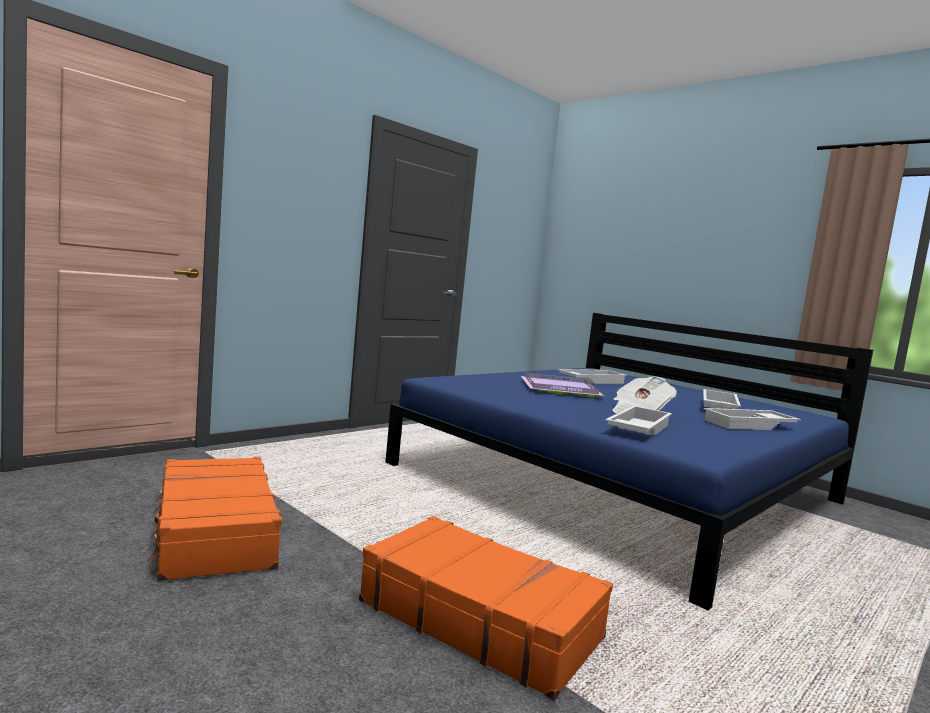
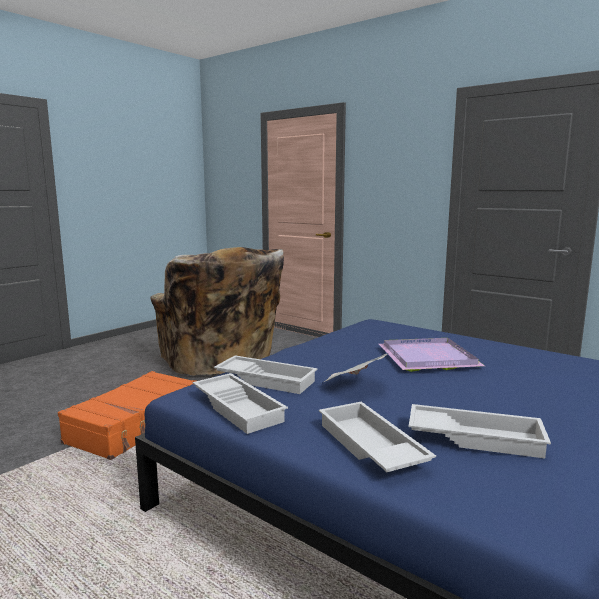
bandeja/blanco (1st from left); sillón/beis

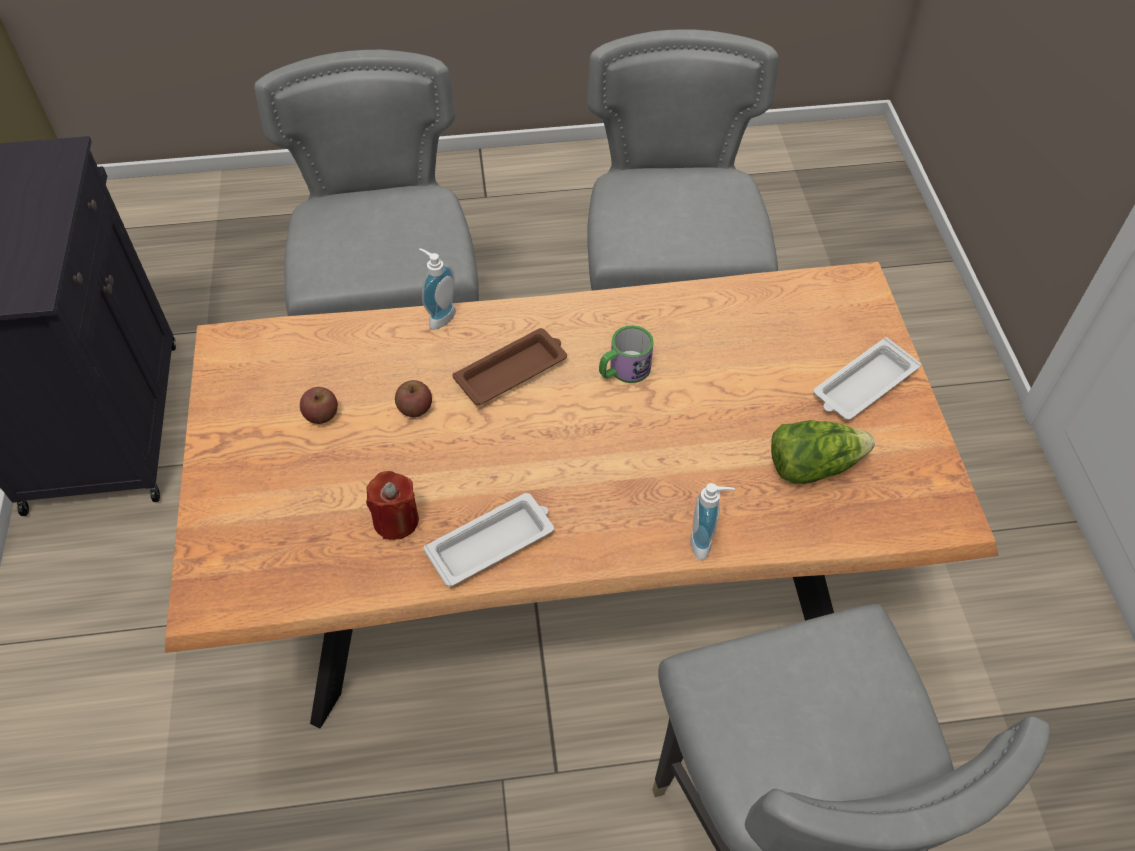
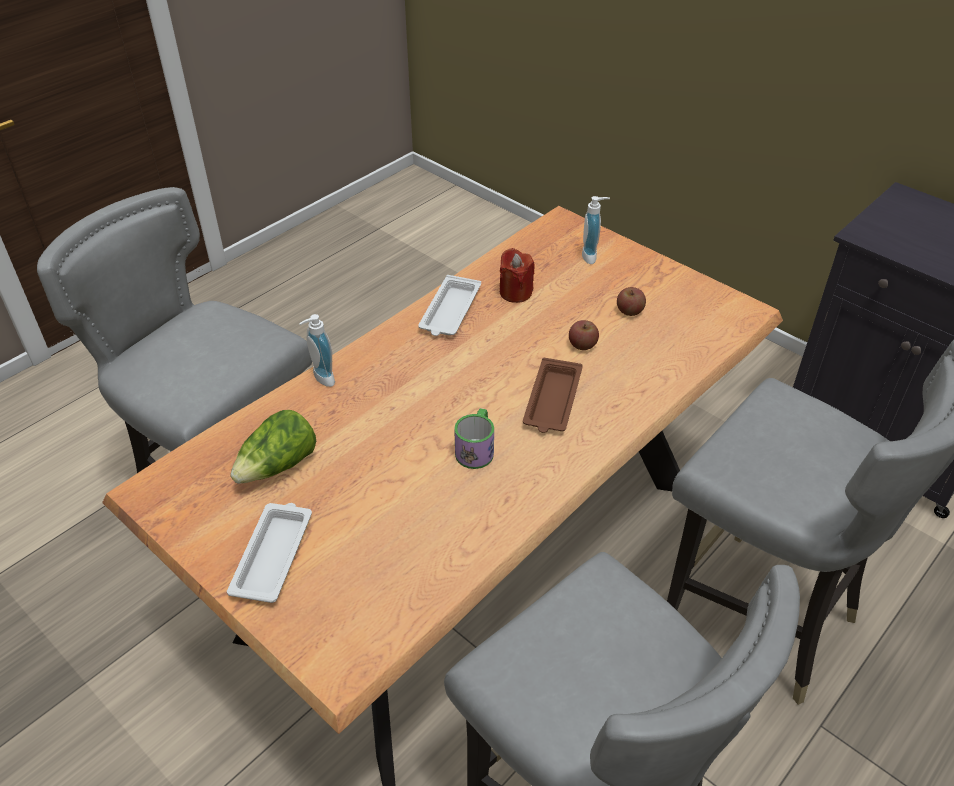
dispensador de jabón (2nd from left)

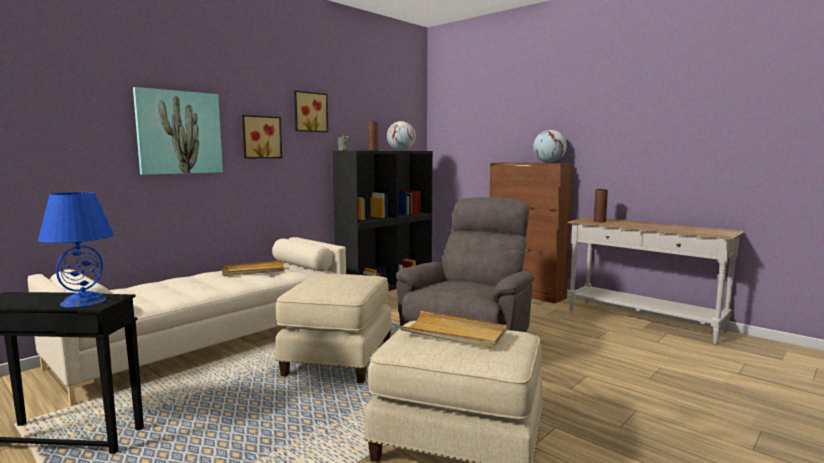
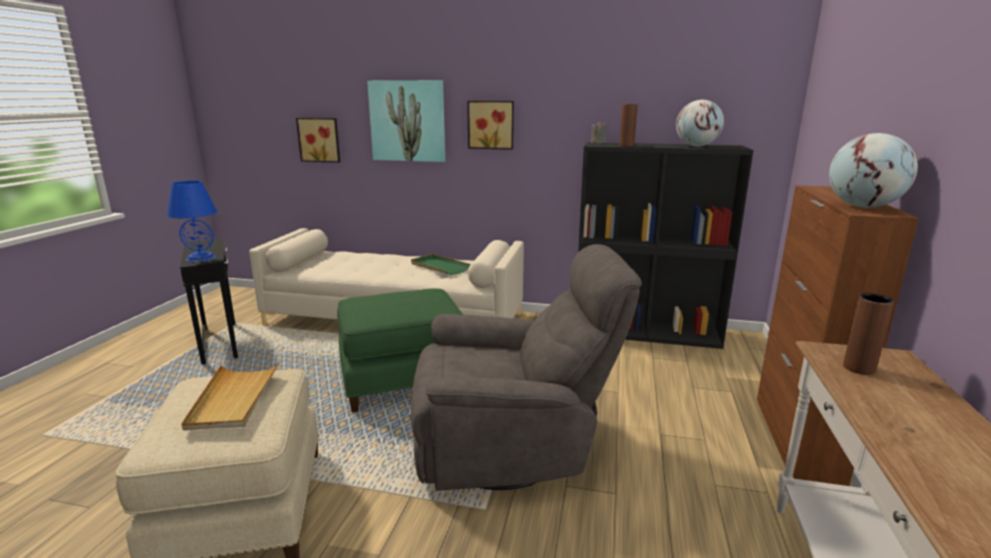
cuadro (1st from left); bandeja/verde; puf/verde

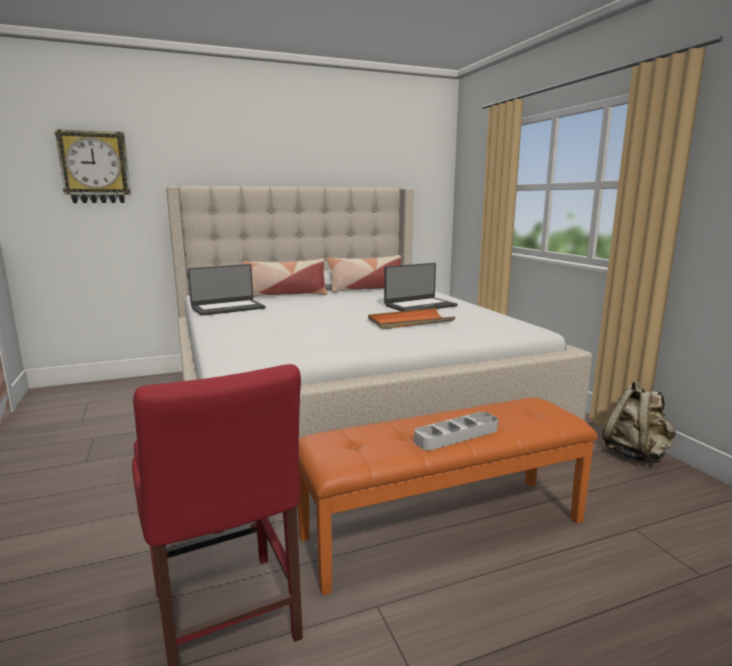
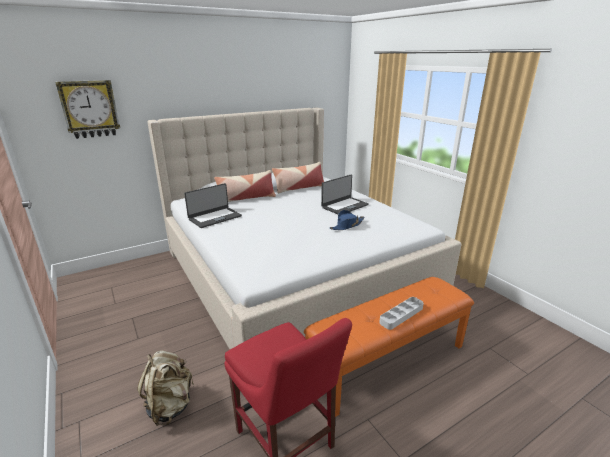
sombrero/azul; mochila/beis

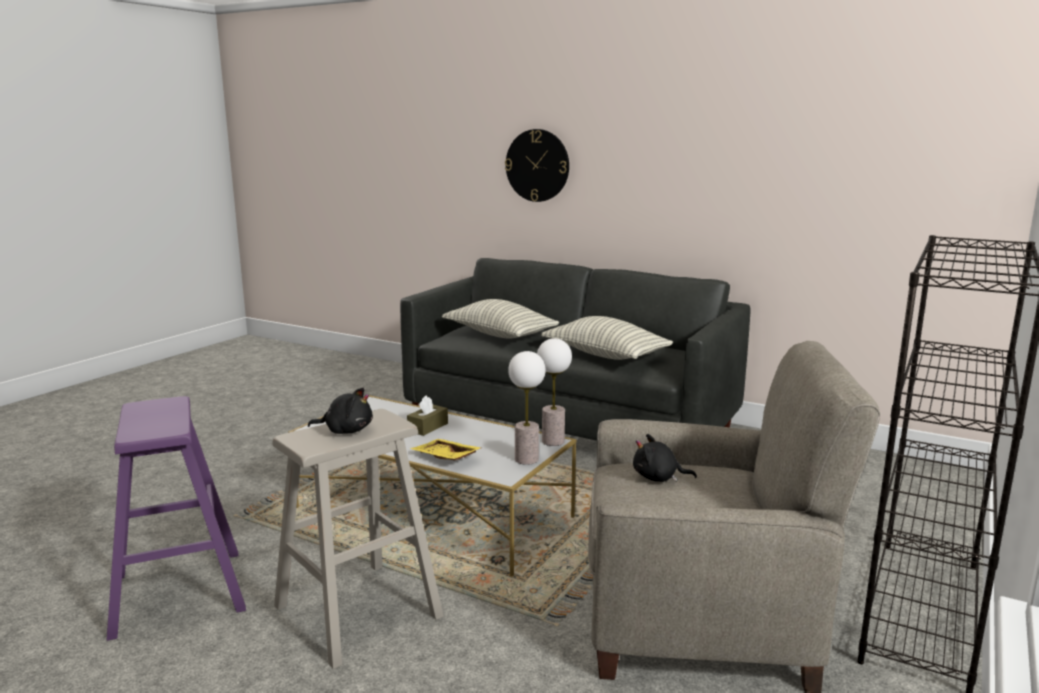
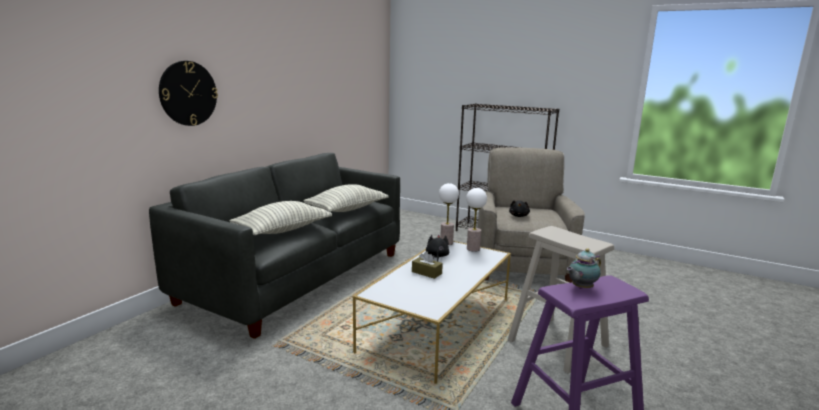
peluche/negro (1st from left); bandeja/amarillo; tetera

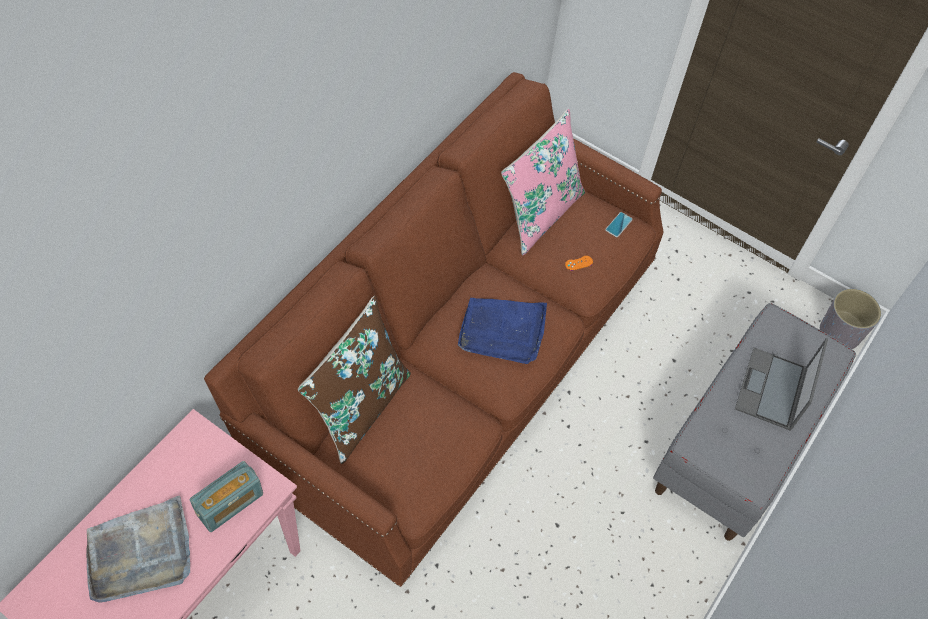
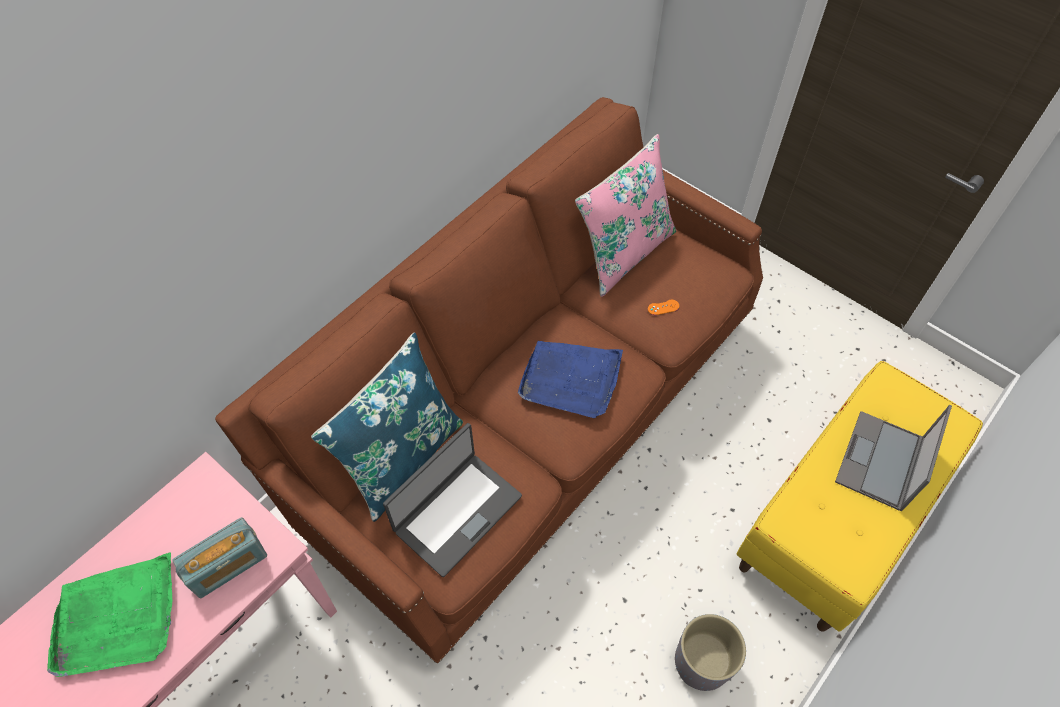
móvil; maceta/gris; cojín/azul; banco/amarillo; bandeja/verde; portátil (1st from left)

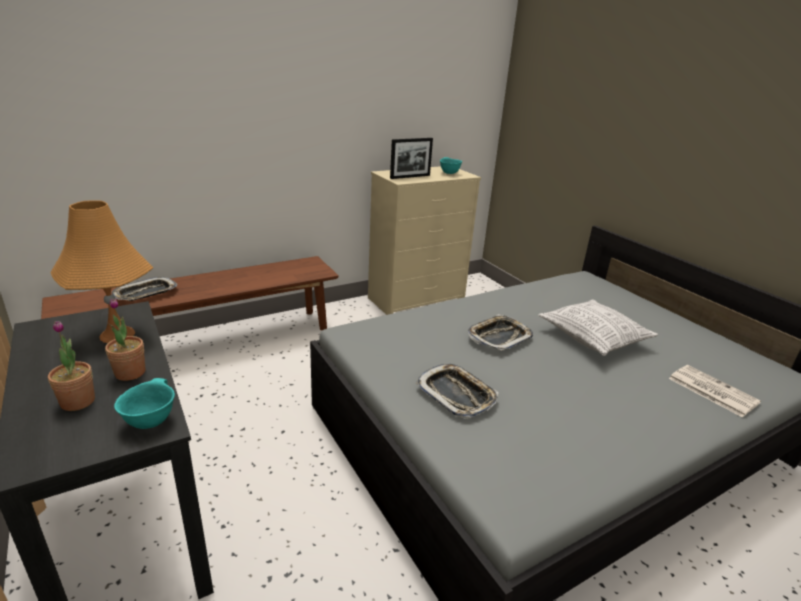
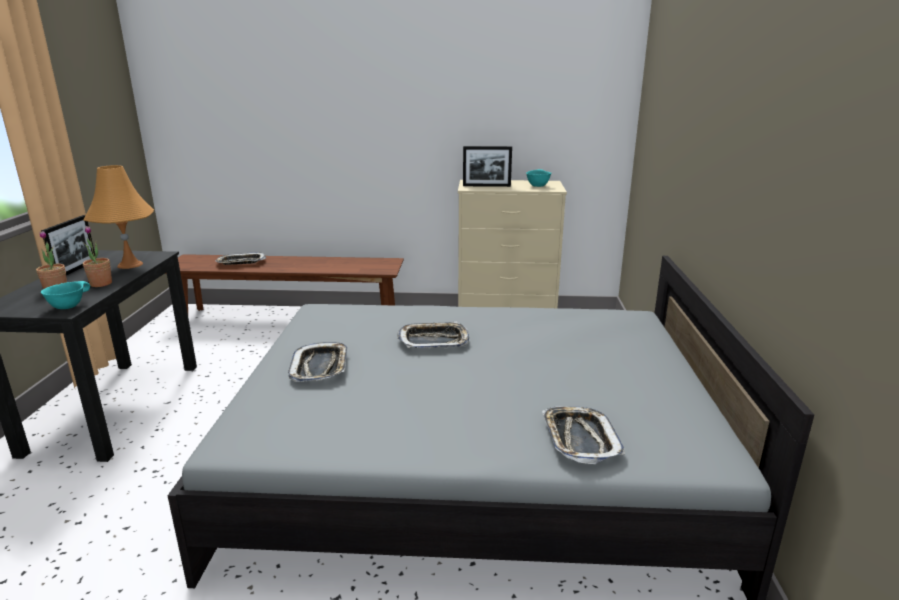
cojín; bandeja (4th from left); portarretratos (1st from left)

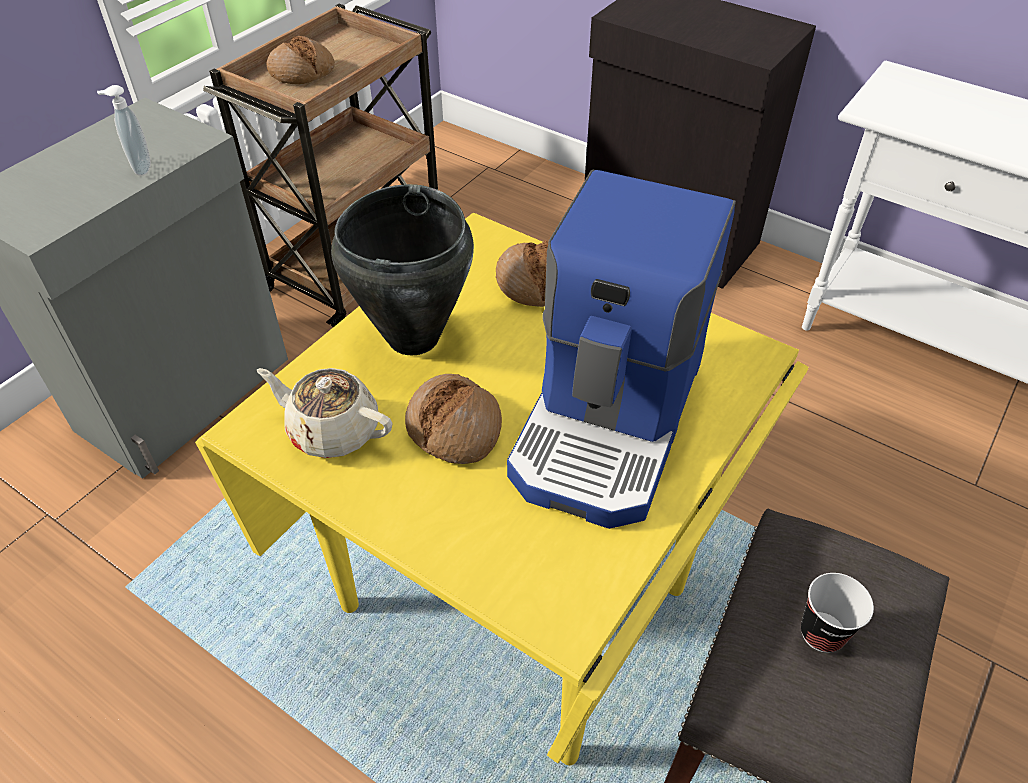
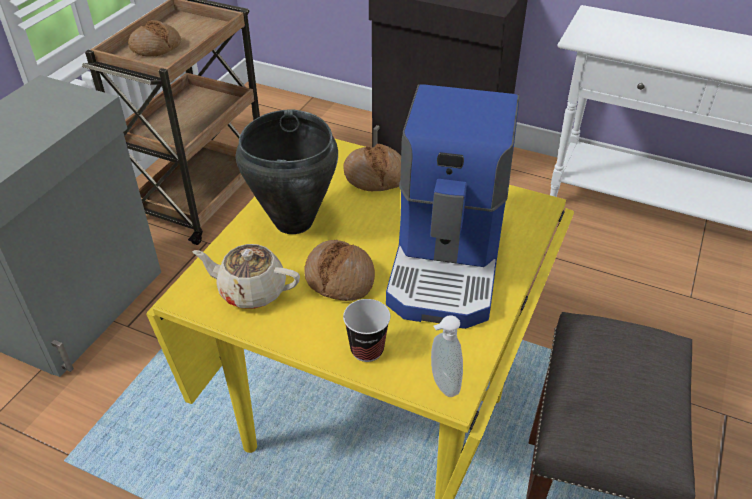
dispensador de jabón; taza

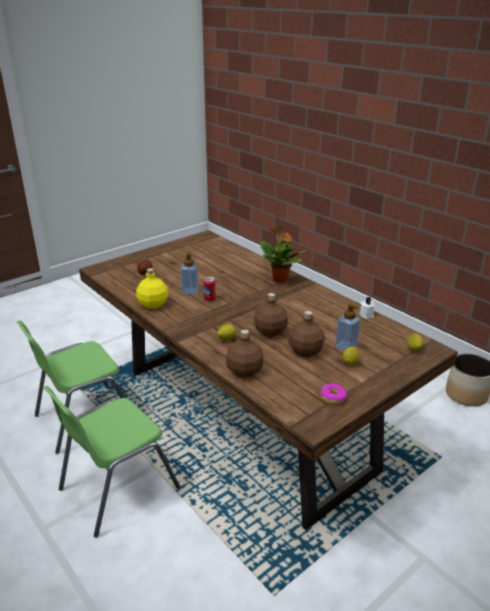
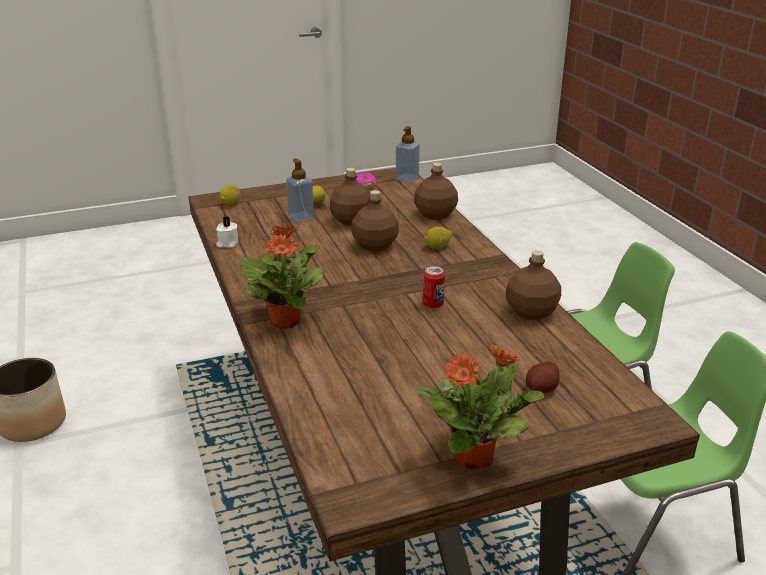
dispensador de jabón (2nd from left); botella/marrón (4th from left); planta en maceta (2nd from left)

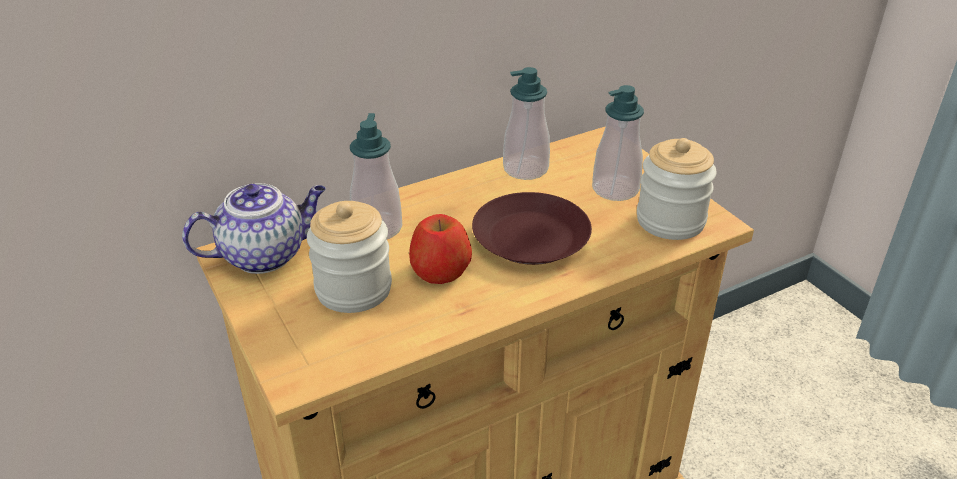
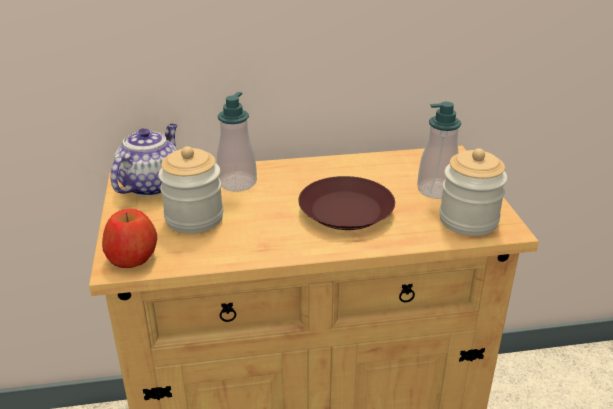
dispensador de jabón (2nd from left in the first image); tetera; manzana

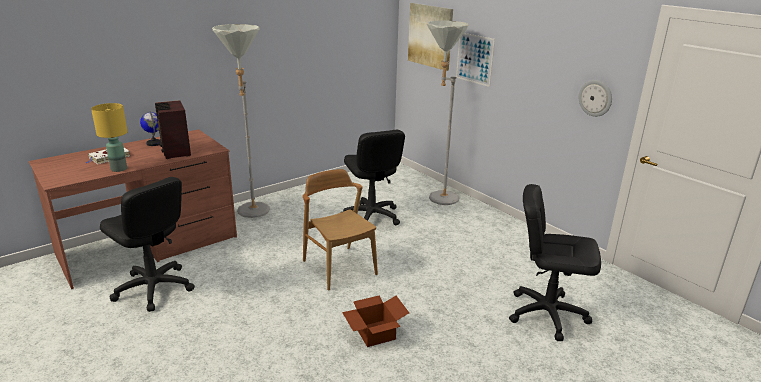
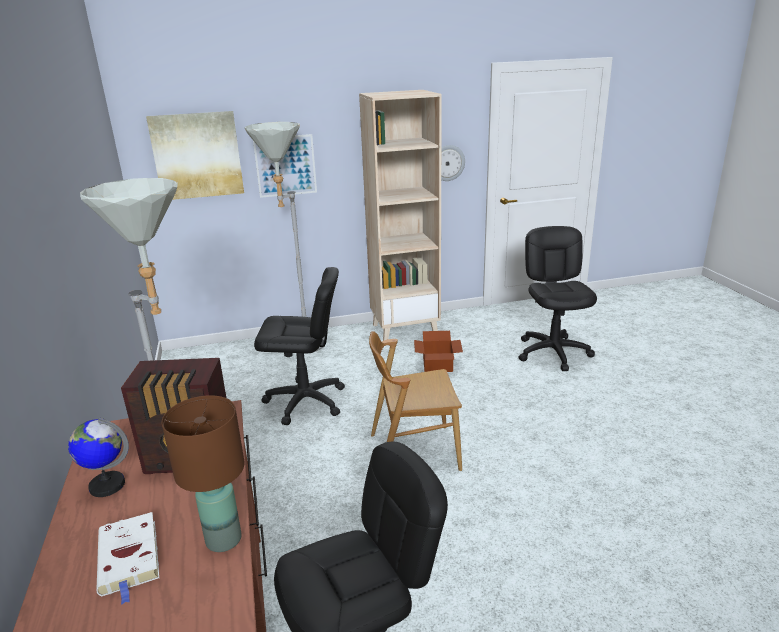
lámpara de mesa/marrón; silla de oficina/negro (3rd from left); caja de cartón; estantería/beis

